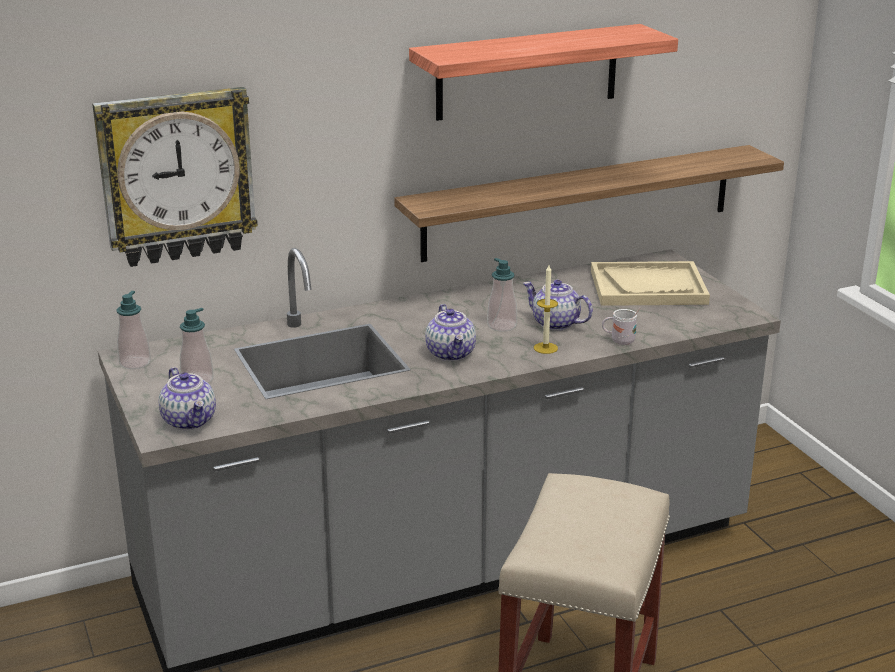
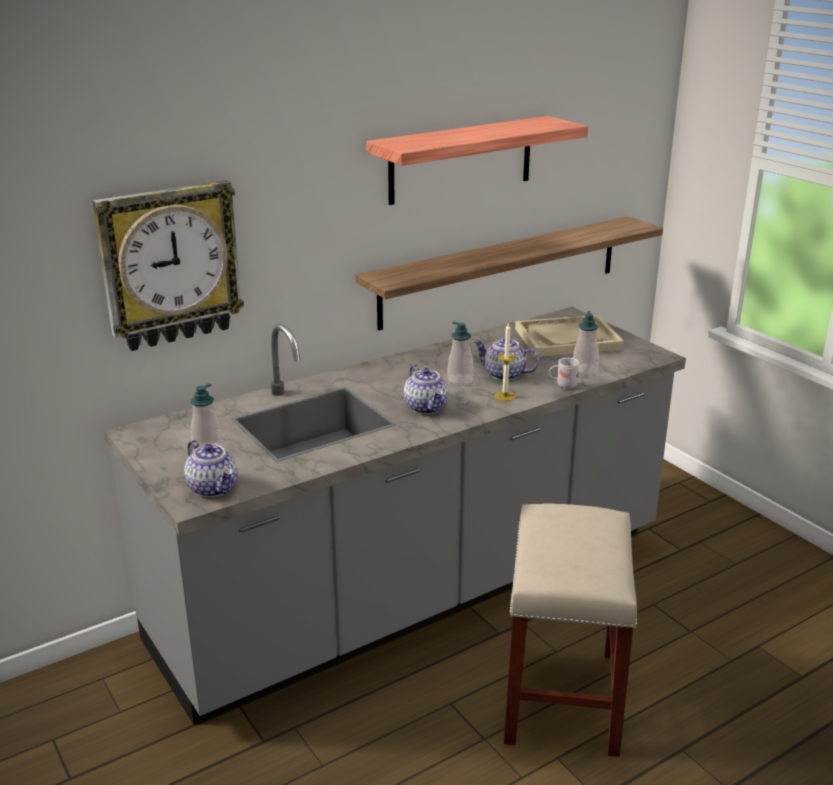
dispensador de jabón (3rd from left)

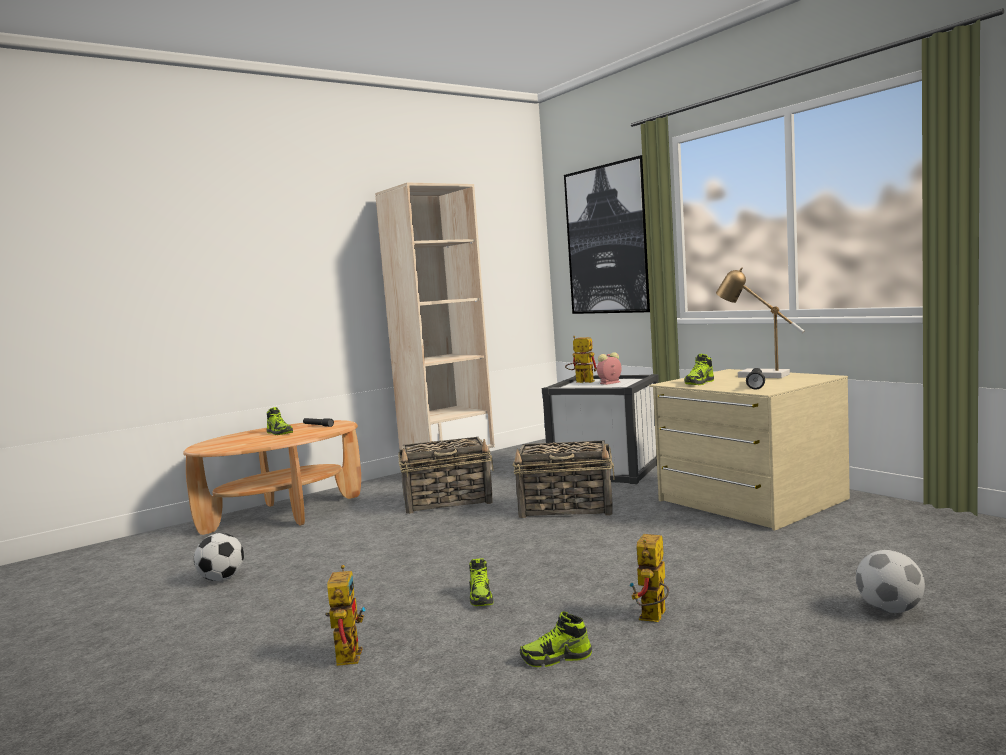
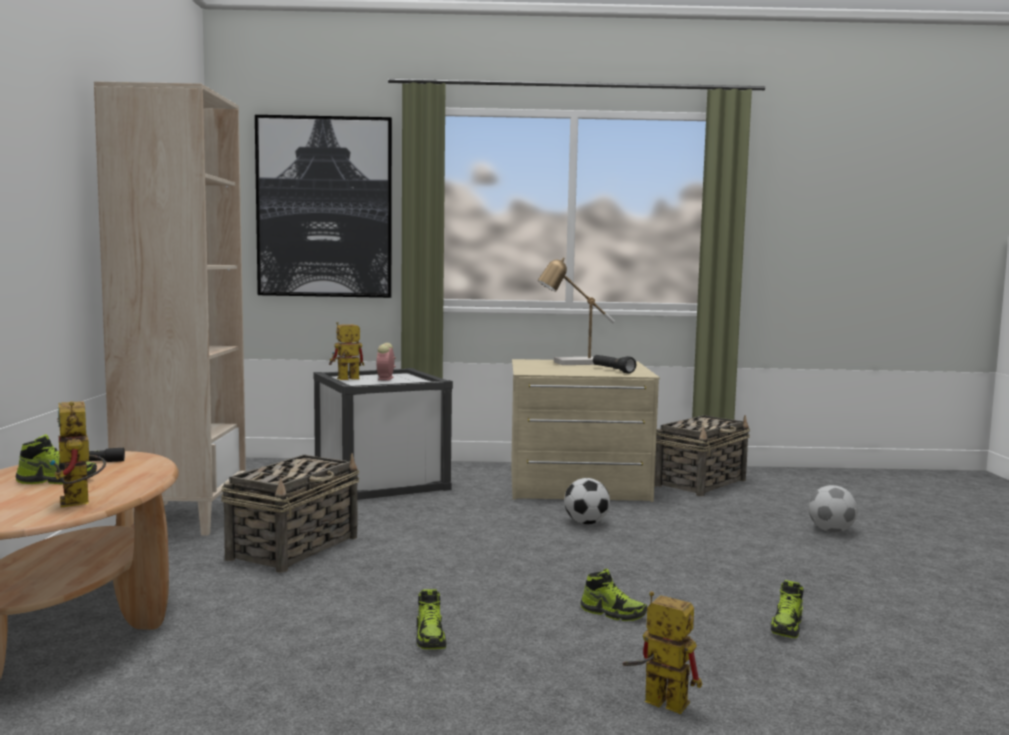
zapato (2nd from left); cesta (2nd from left); balón de fútbol (1st from left); robot de juguete (1st from left)

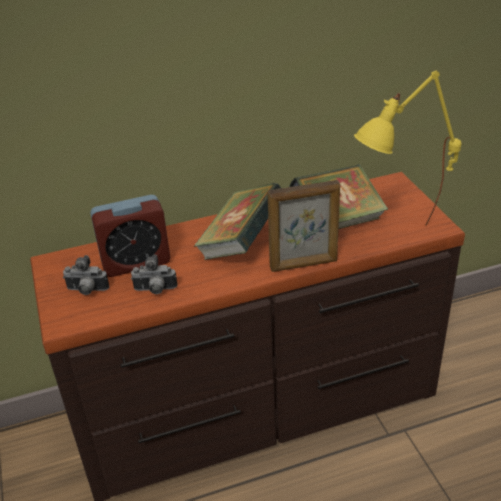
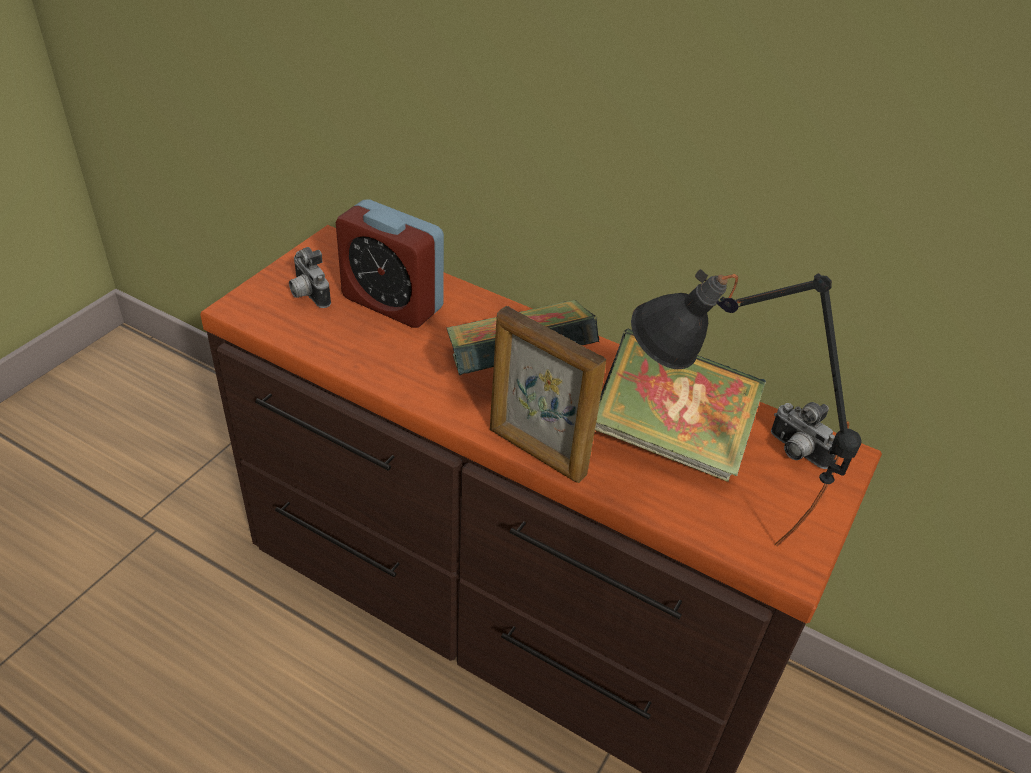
lámpara de mesa/negro; cámara (2nd from left)

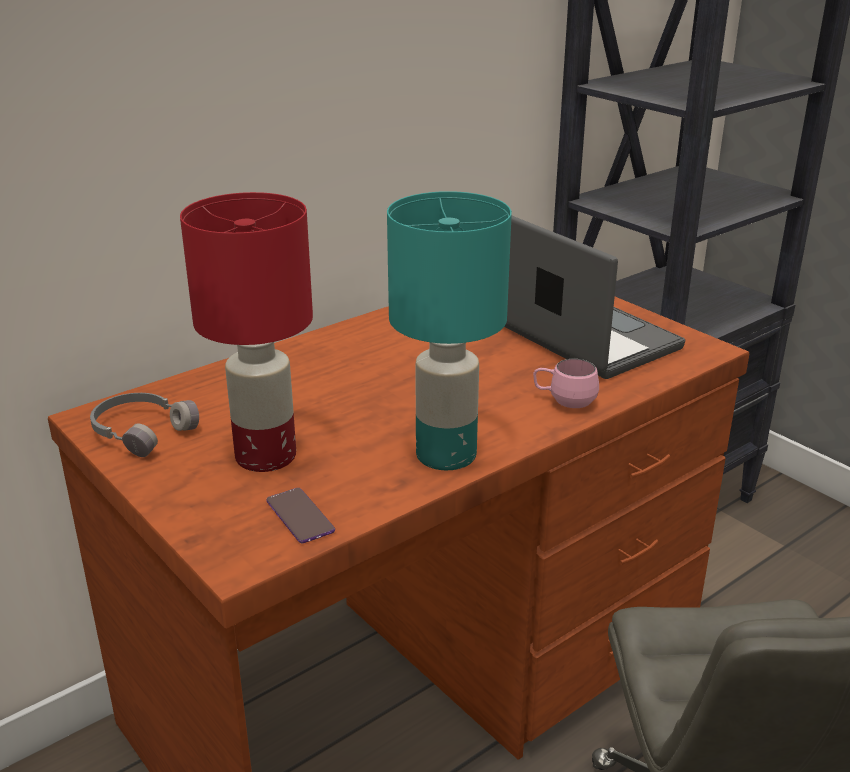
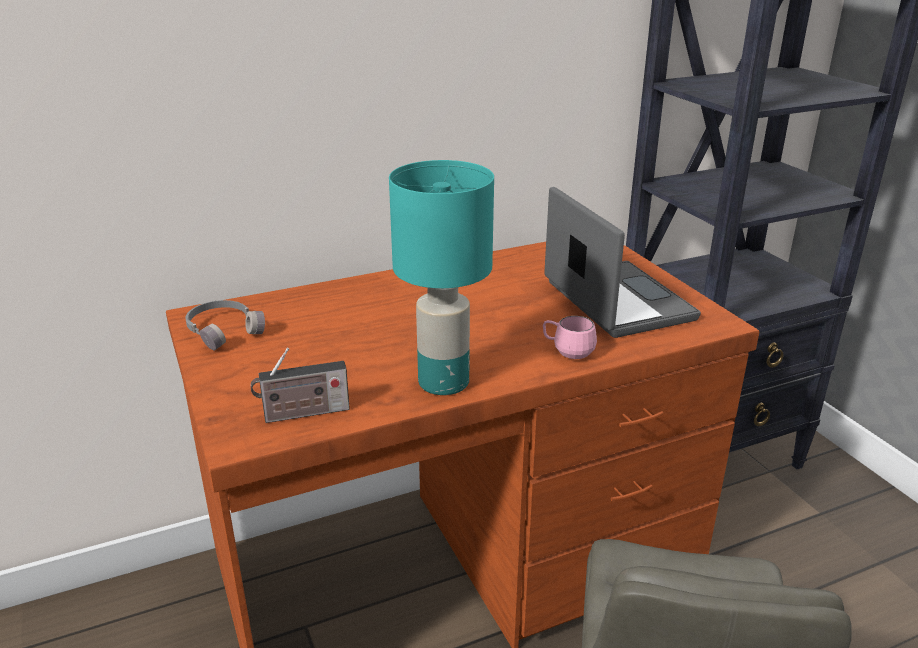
lámpara de mesa/rojo; radio

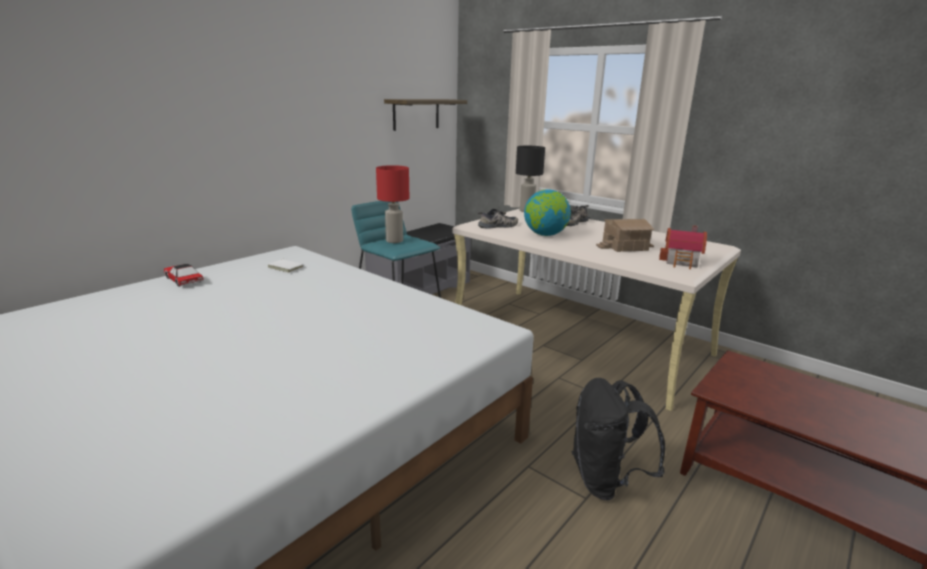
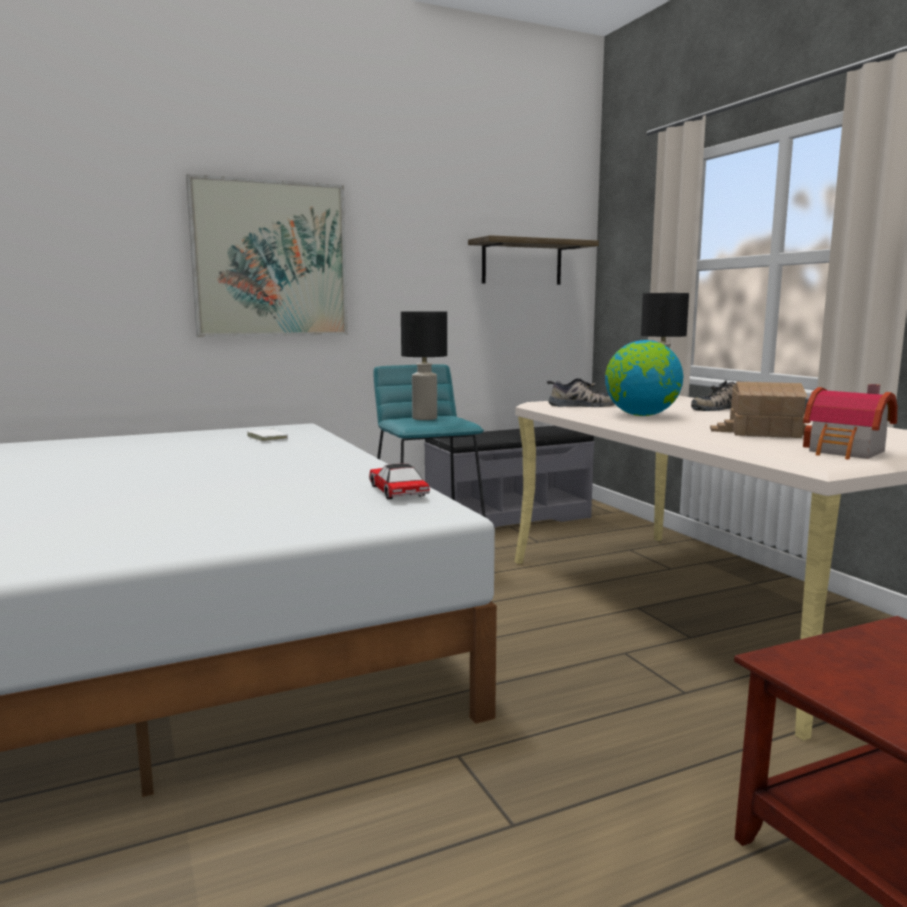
lámpara de mesa/negro (1st from left); coche de juguete; mochila/negro; cuadro

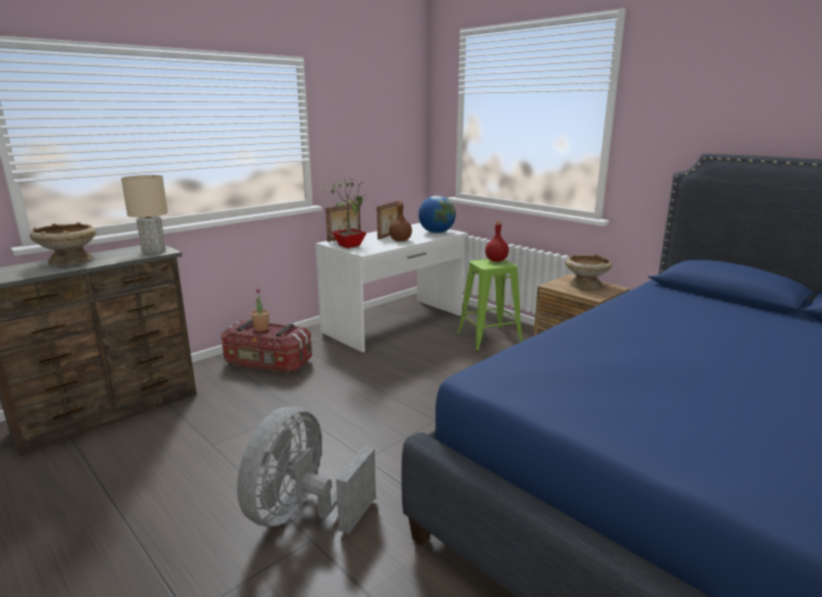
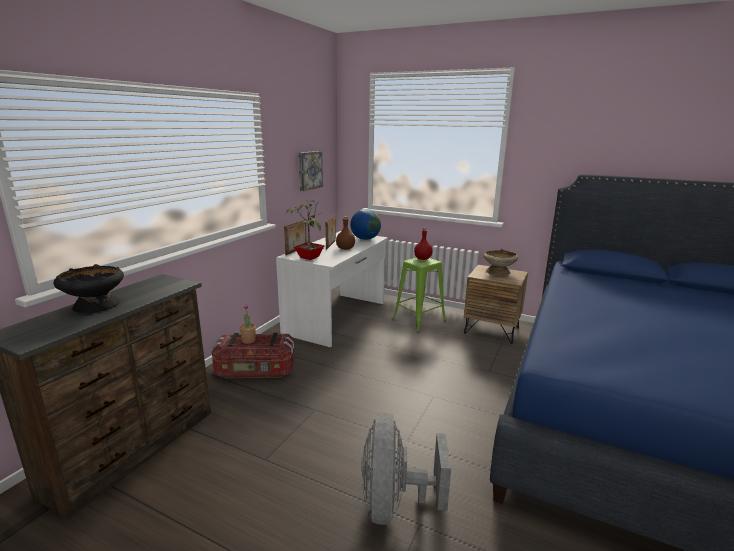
lámpara de mesa/beis; cuenco/negro; cuadro

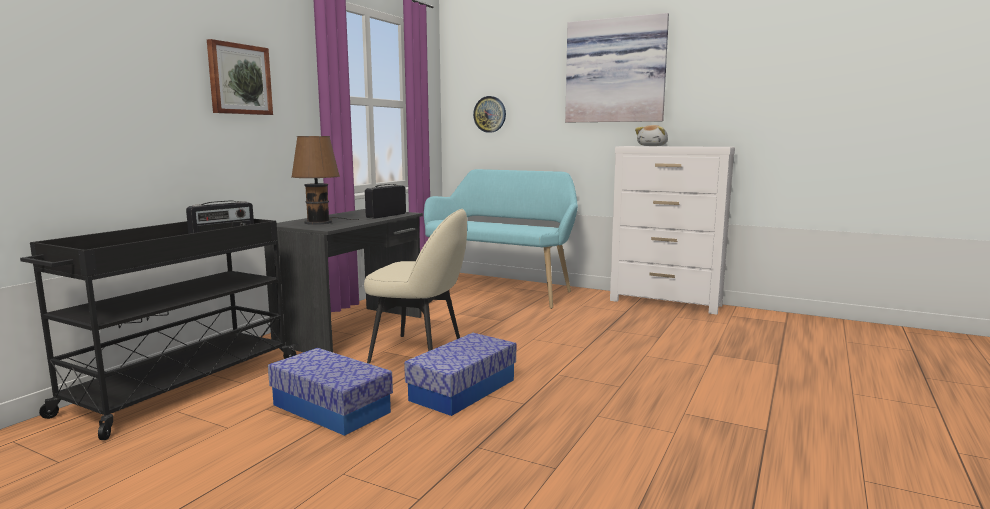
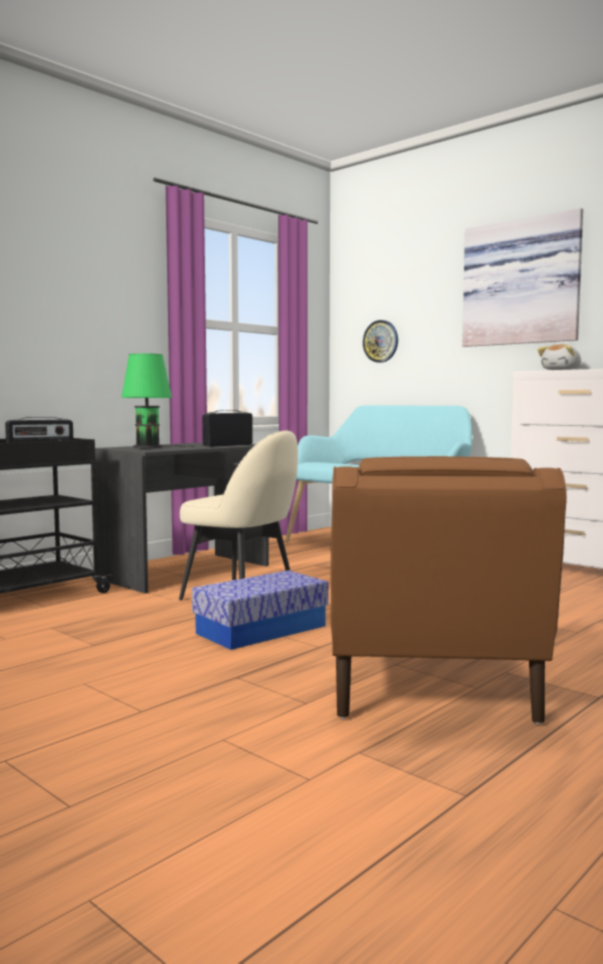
cuadro (1st from left in the first image); lámpara de mesa/verde; caja de almacenaje (1st from left in the first image); sillón/marrón

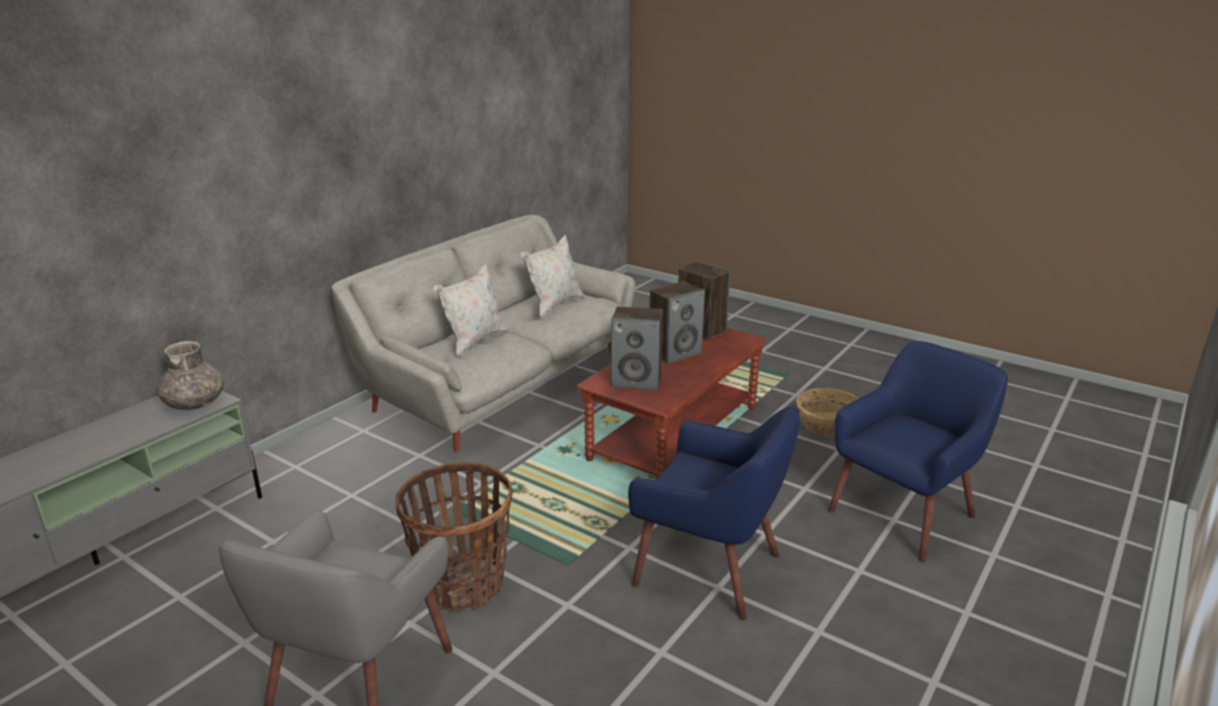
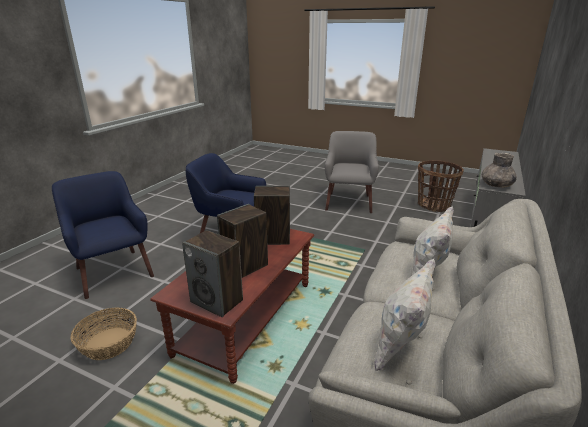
sillón/azul (1st from left); cesta (2nd from left)

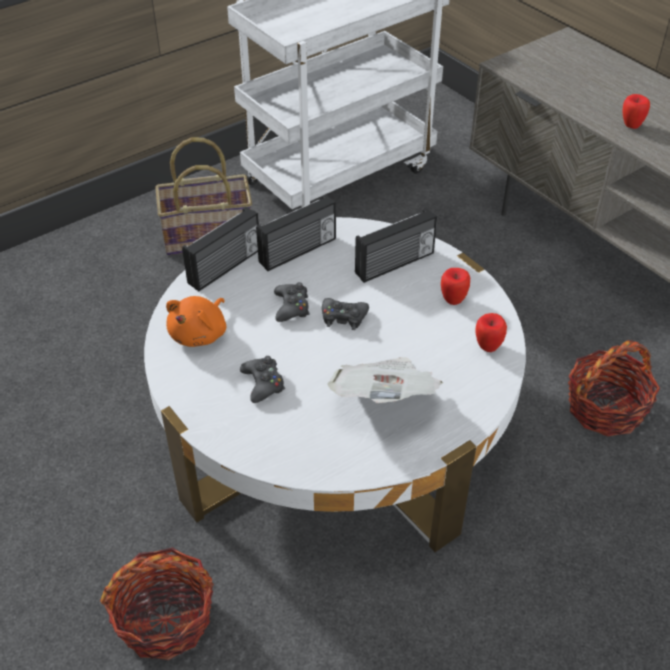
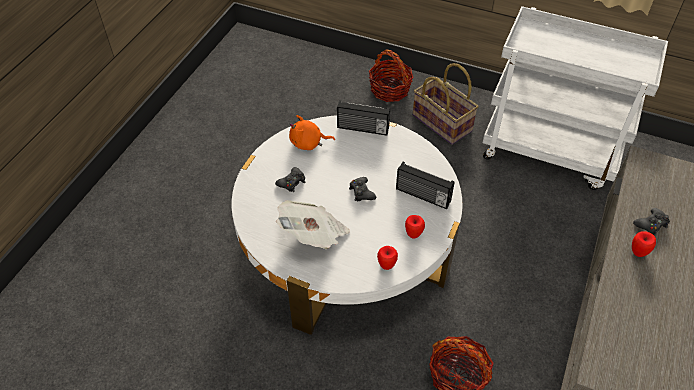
radio (2nd from left in the first image); mando de consola/negro (3rd from left); cesta (1st from left)

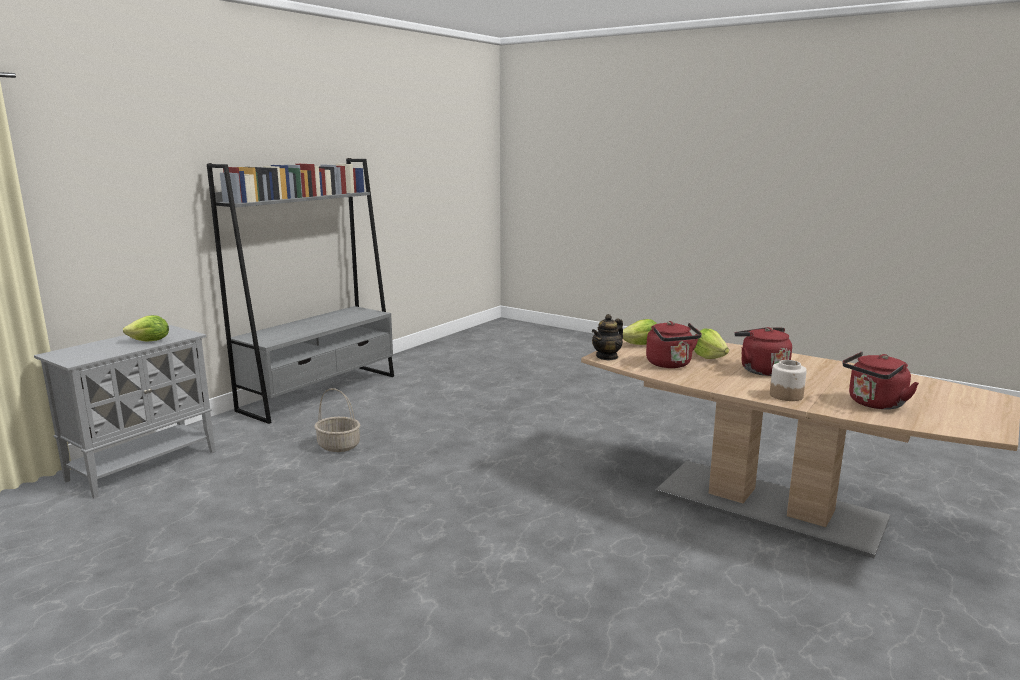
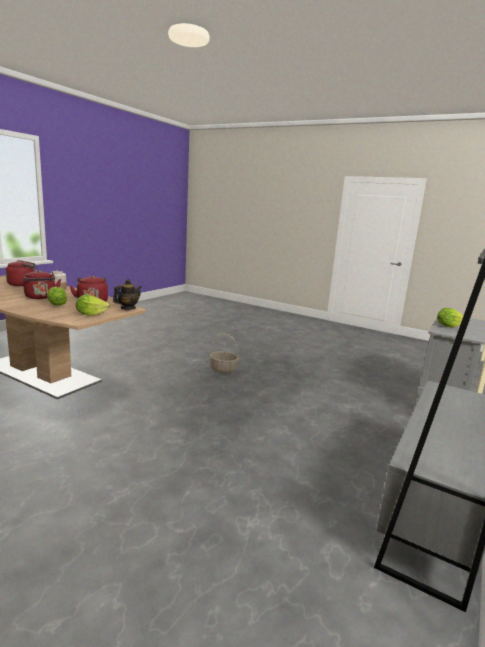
cesta

